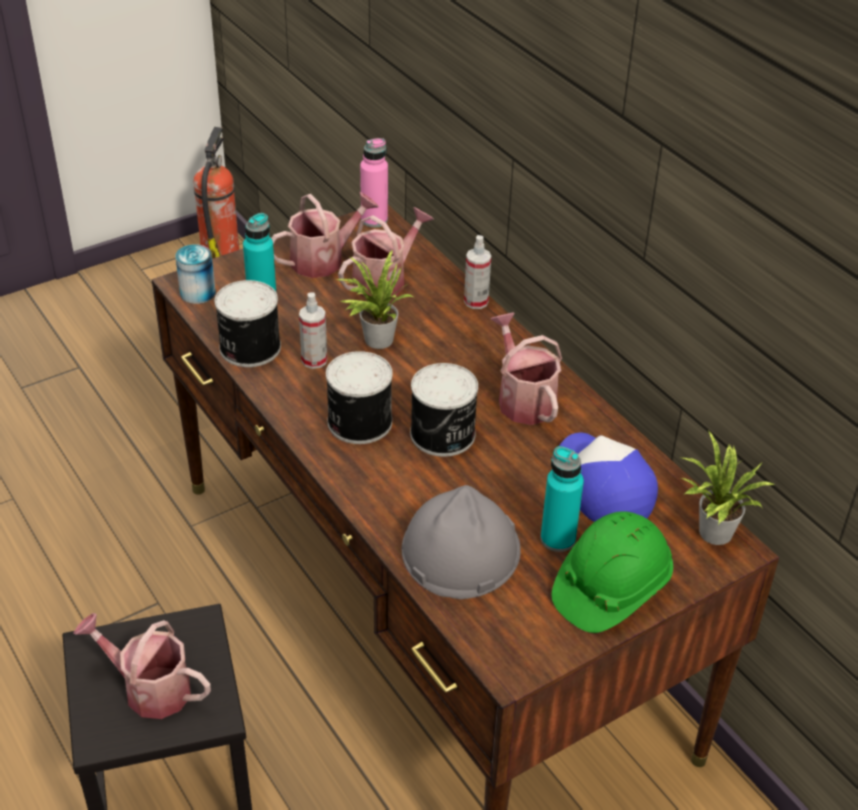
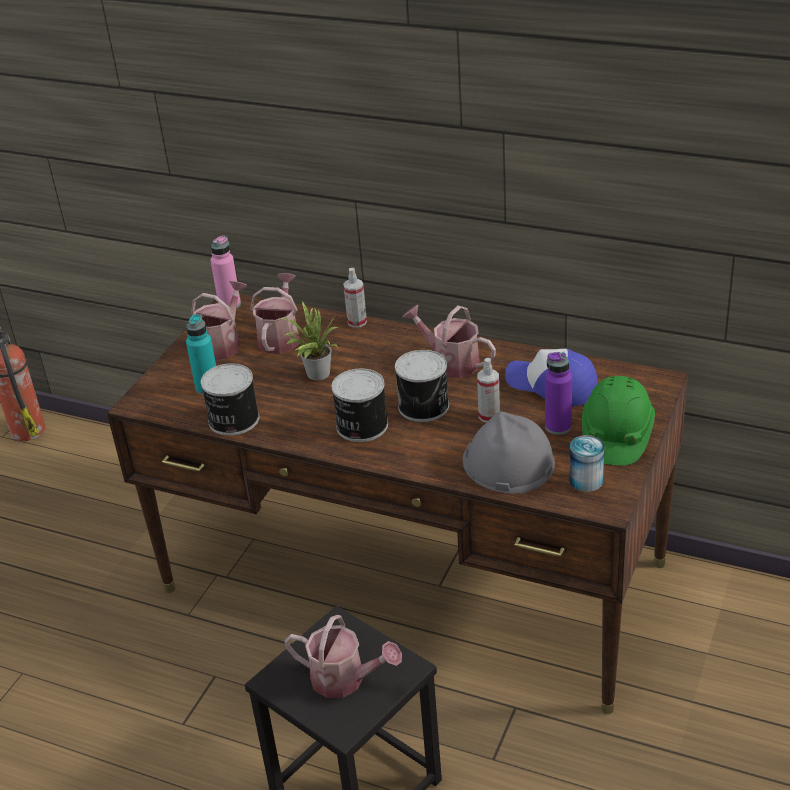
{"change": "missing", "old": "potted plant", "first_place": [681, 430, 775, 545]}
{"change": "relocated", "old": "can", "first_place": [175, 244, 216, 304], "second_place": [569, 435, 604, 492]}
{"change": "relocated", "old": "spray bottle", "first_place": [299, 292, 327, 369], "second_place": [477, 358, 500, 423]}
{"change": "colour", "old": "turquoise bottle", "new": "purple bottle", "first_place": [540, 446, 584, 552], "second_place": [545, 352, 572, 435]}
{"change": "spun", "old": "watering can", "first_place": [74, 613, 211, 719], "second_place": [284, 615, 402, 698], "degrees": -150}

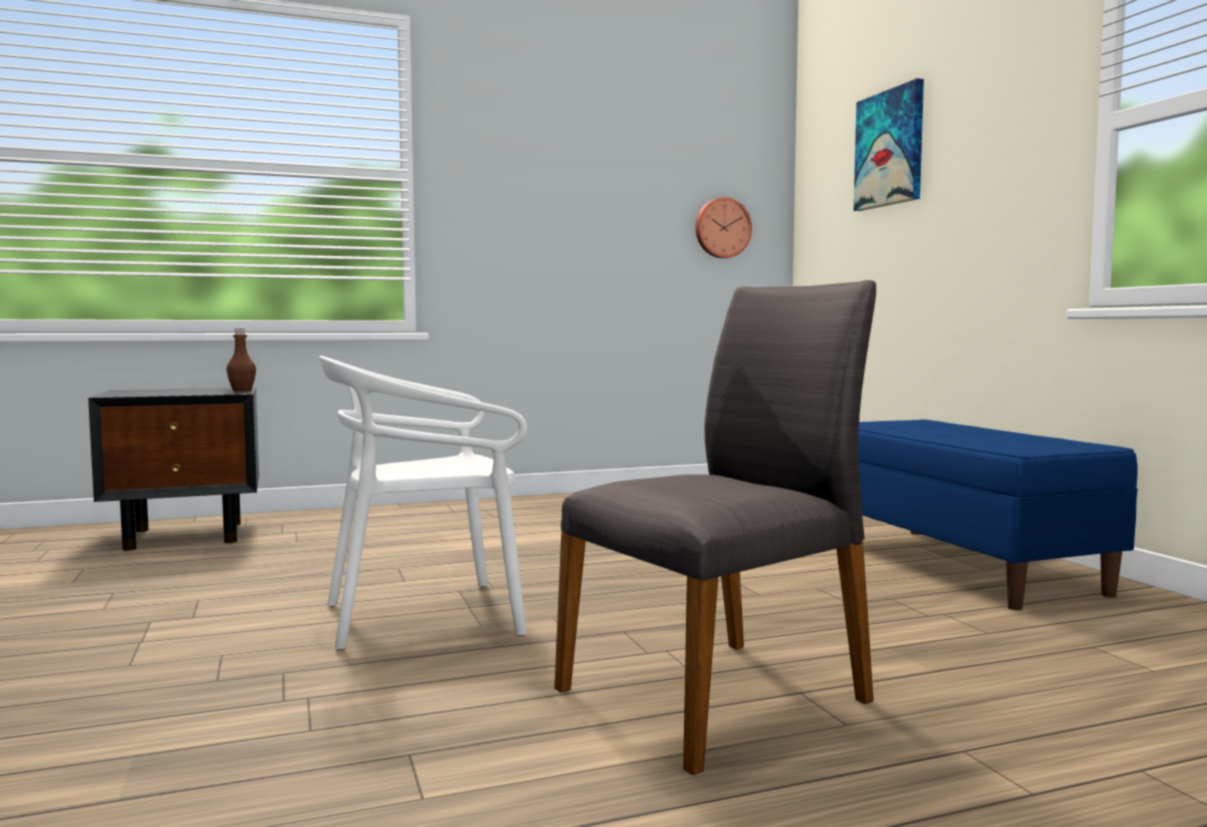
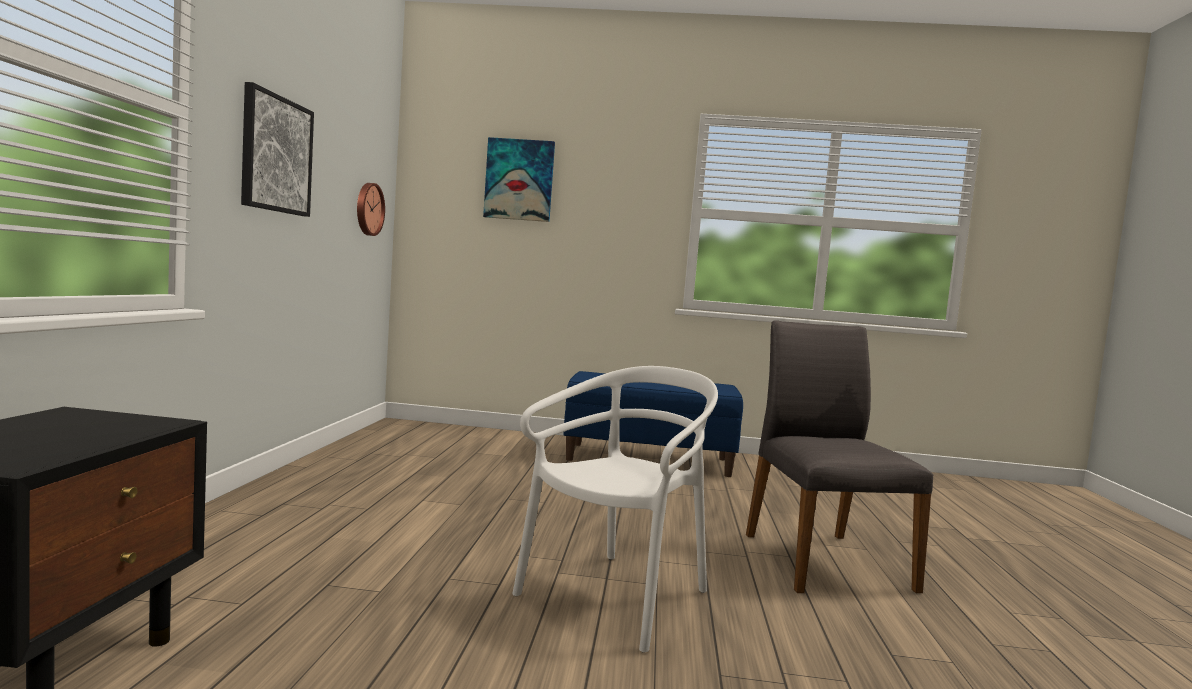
{"change": "missing", "old": "brown bottle", "first_place": [226, 329, 256, 391]}
{"change": "appeared", "new": "picture", "second_place": [241, 82, 314, 217]}
{"change": "spun", "old": "white chair", "first_place": [319, 356, 527, 650], "second_place": [512, 366, 718, 653], "degrees": -150}

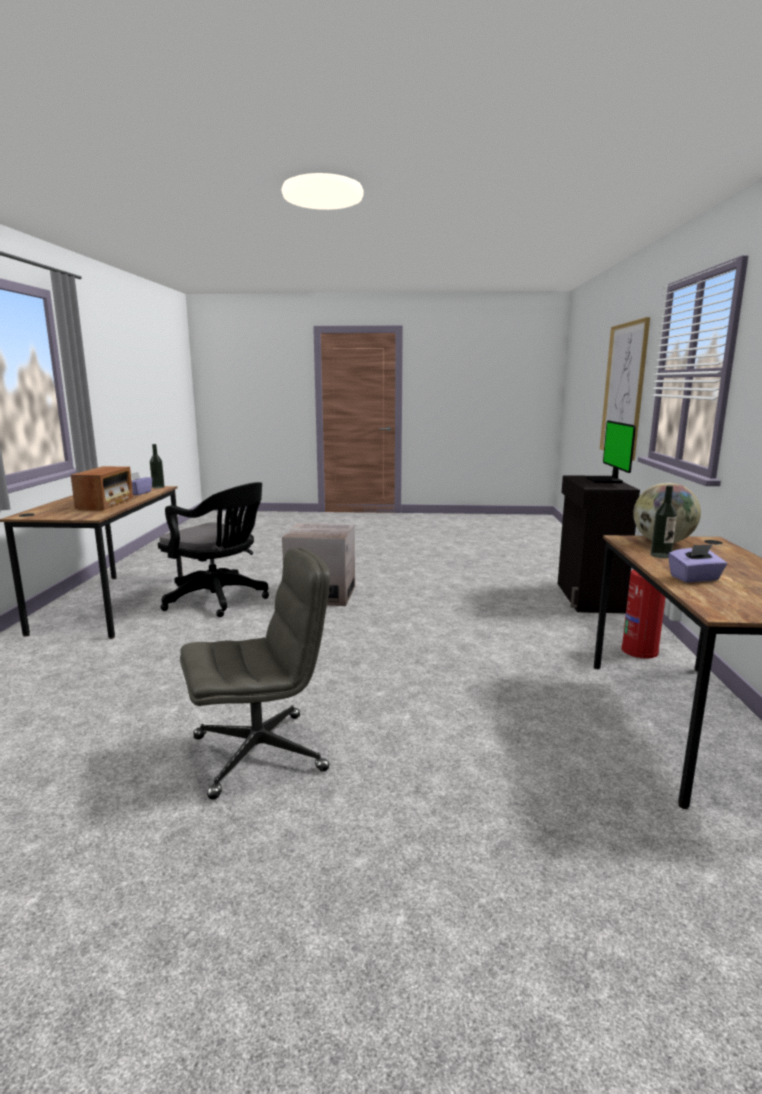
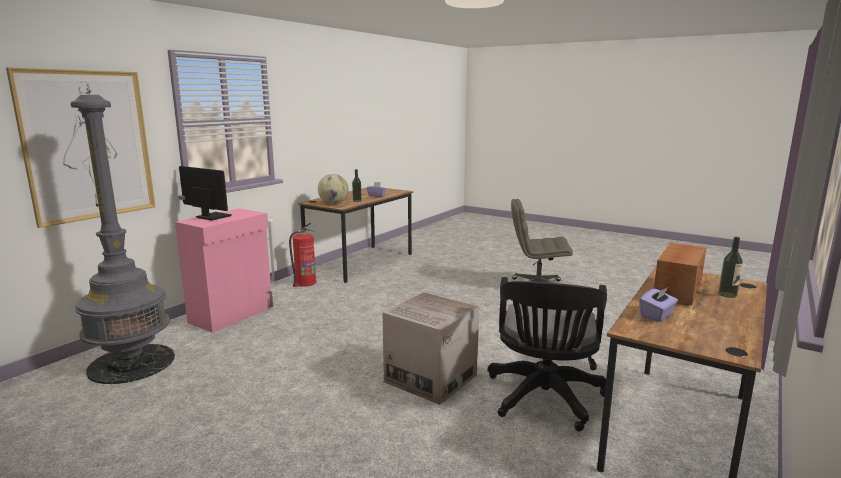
{"change": "appeared", "new": "grey floor lamp", "second_place": [71, 95, 175, 384]}
{"change": "relocated", "old": "bottle", "first_place": [150, 444, 165, 488], "second_place": [718, 237, 743, 298]}
{"change": "colour", "old": "black cabinet", "new": "pink cabinet", "first_place": [558, 475, 640, 613], "second_place": [175, 208, 273, 333]}
{"change": "spun", "old": "black office chair", "first_place": [158, 482, 269, 617], "second_place": [488, 277, 607, 431], "degrees": -135}
{"change": "spun", "old": "monitor", "first_place": [586, 420, 636, 483], "second_place": [179, 166, 232, 221], "degrees": -90}

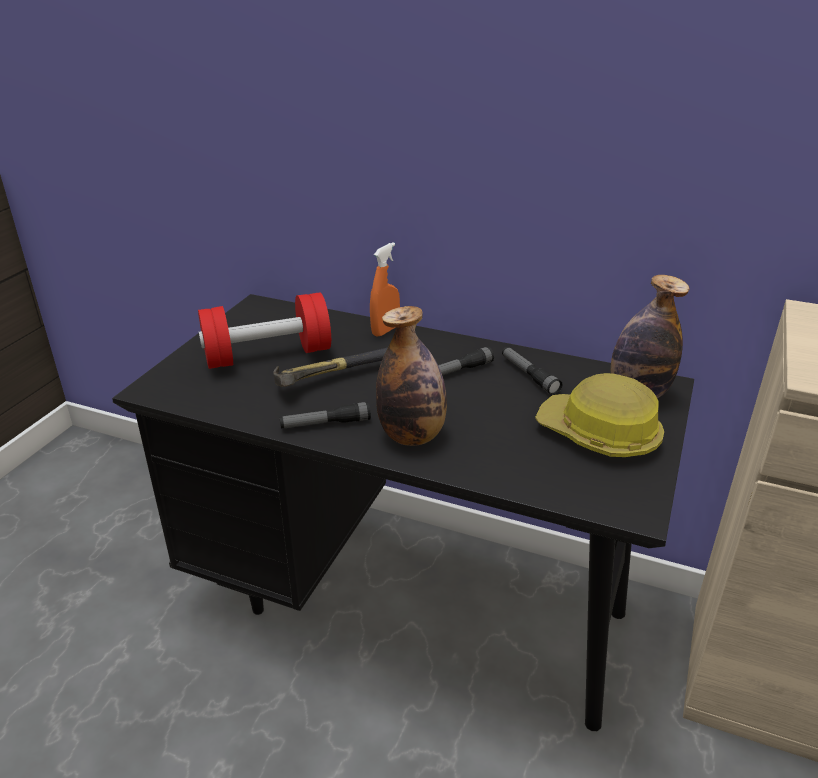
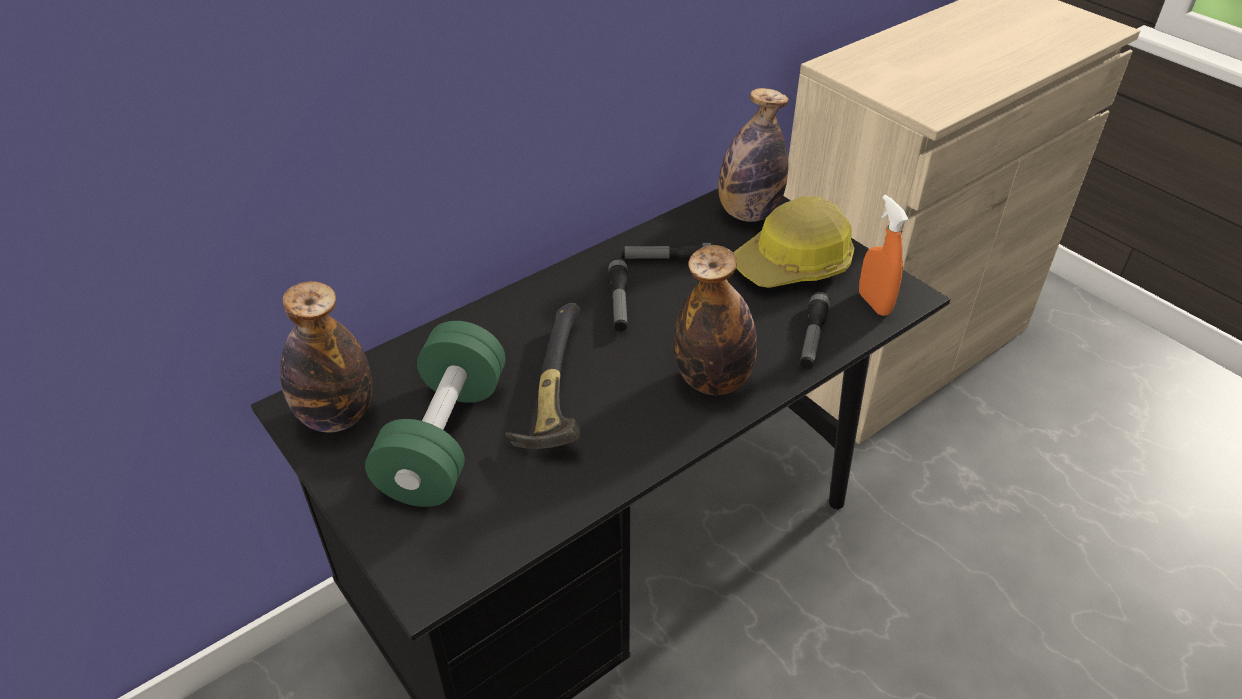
{"change": "appeared", "new": "bottle", "second_place": [280, 281, 372, 433]}
{"change": "relocated", "old": "flashlight", "first_place": [280, 402, 371, 428], "second_place": [800, 292, 830, 369]}
{"change": "relocated", "old": "orange spray bottle", "first_place": [370, 242, 400, 337], "second_place": [859, 195, 909, 316]}
{"change": "colour", "old": "red dumbbell", "new": "green dumbbell", "first_place": [198, 292, 331, 369], "second_place": [365, 321, 505, 507]}

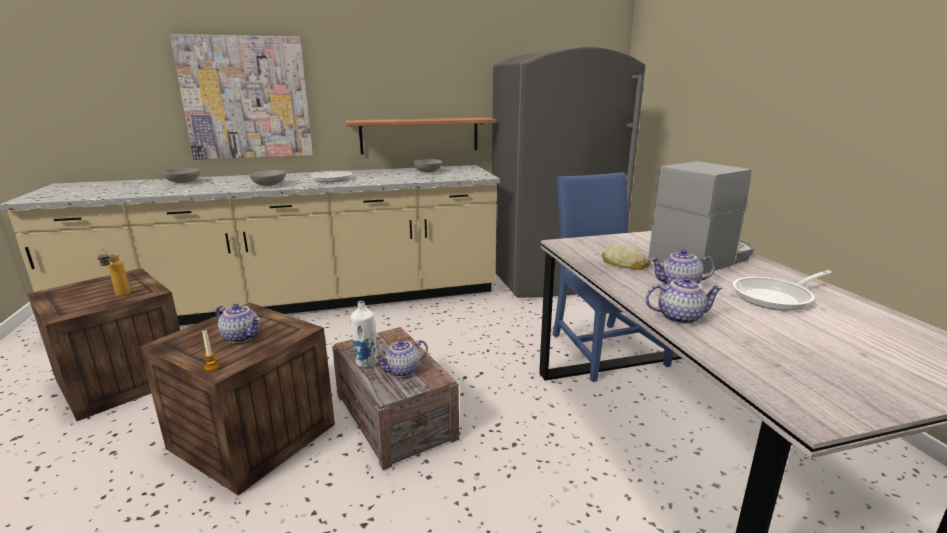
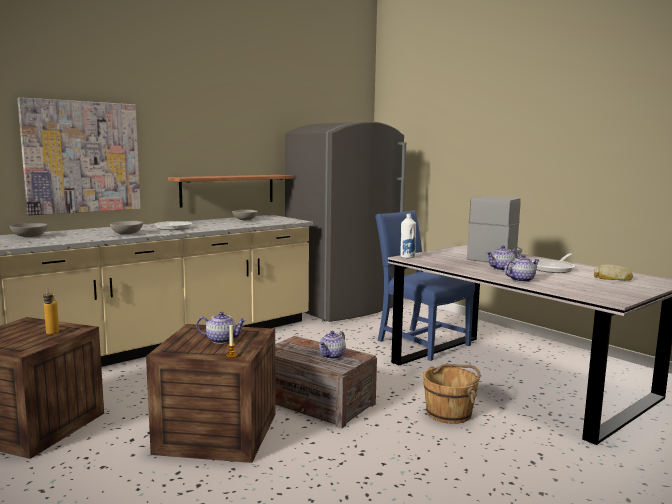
{"change": "appeared", "new": "brown bucket", "second_place": [423, 364, 481, 424]}
{"change": "relocated", "old": "white bottle", "first_place": [350, 301, 378, 367], "second_place": [400, 214, 416, 258]}
{"change": "relocated", "old": "bread", "first_place": [602, 244, 651, 270], "second_place": [594, 265, 633, 281]}

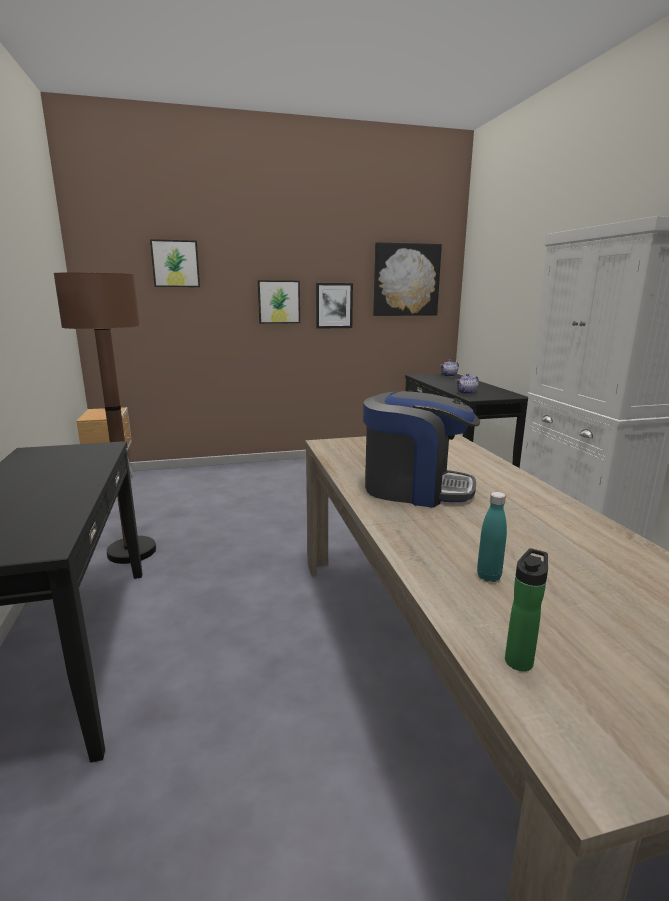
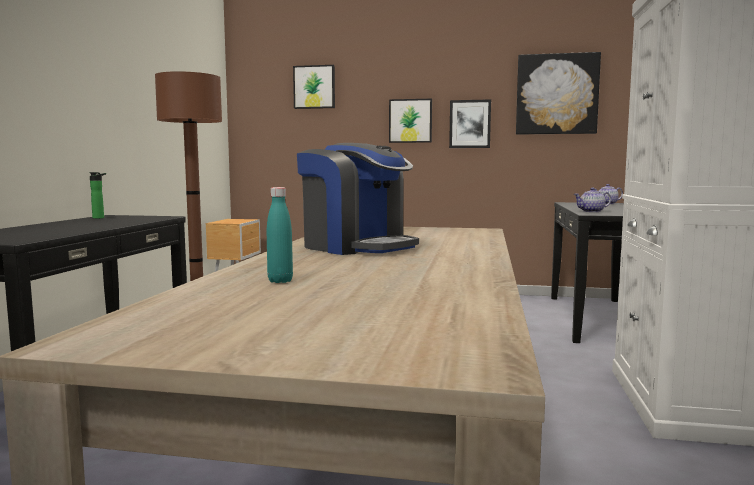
{"change": "relocated", "old": "bottle", "first_place": [505, 548, 548, 671], "second_place": [89, 172, 106, 219]}

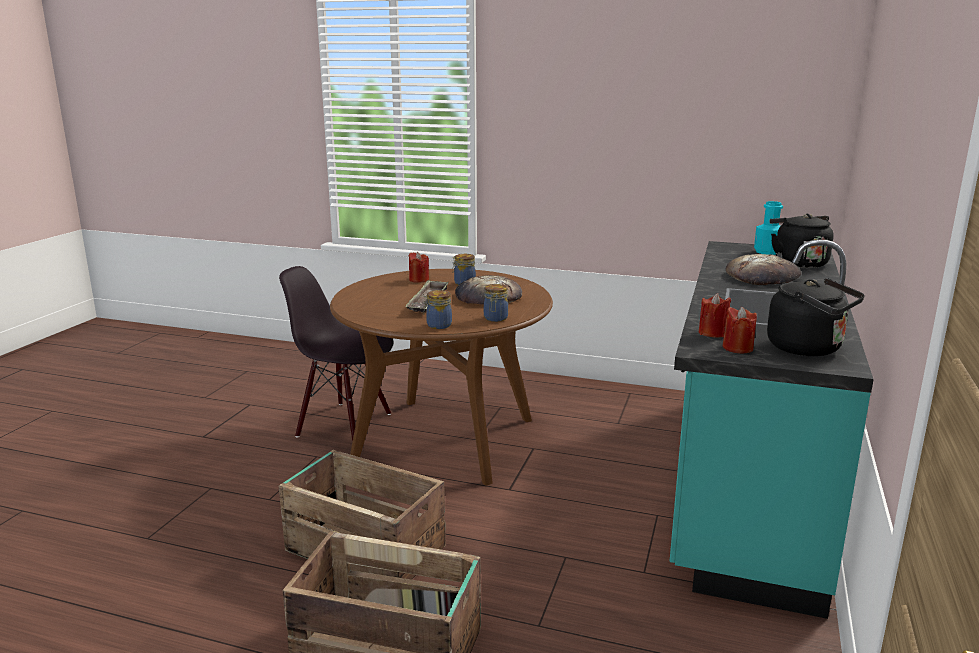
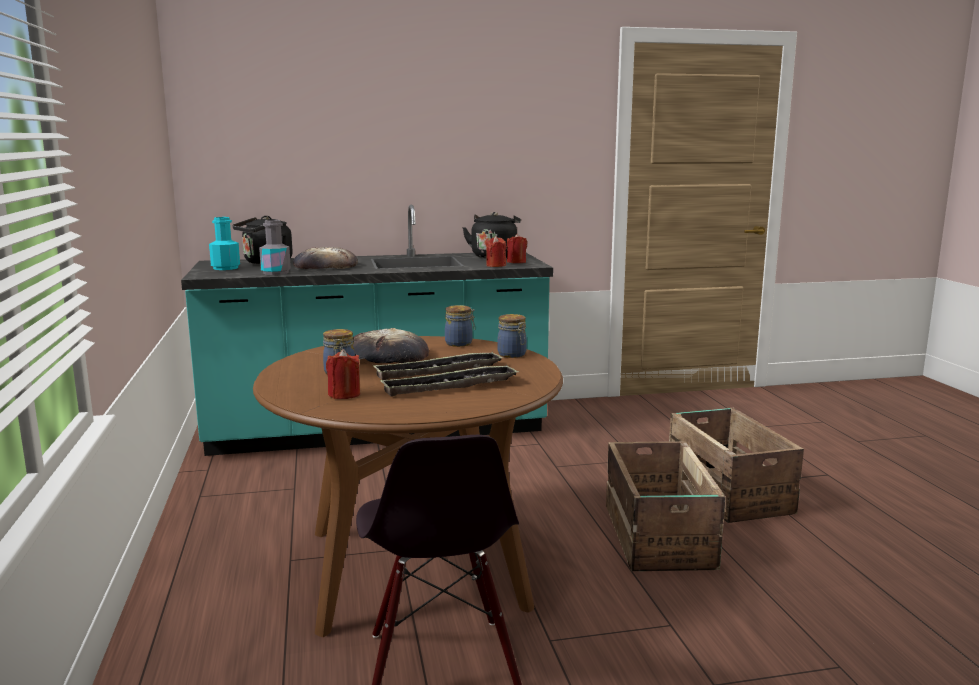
{"change": "appeared", "new": "grey bottle", "second_place": [259, 220, 291, 275]}
{"change": "appeared", "new": "tray", "second_place": [380, 365, 518, 397]}

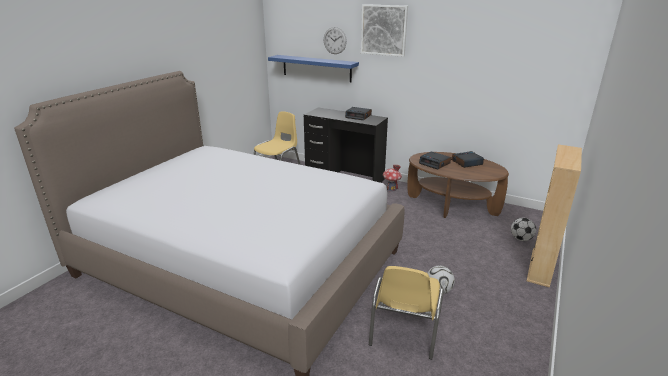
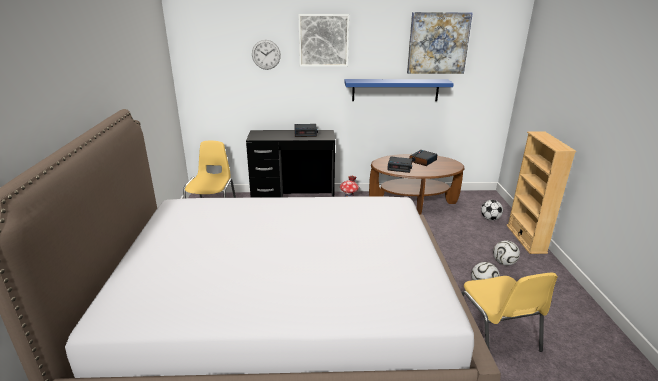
{"change": "appeared", "new": "picture", "second_place": [407, 12, 473, 74]}
{"change": "appeared", "new": "football", "second_place": [493, 241, 520, 265]}
{"change": "relocated", "old": "blue shelf", "first_place": [268, 55, 359, 82], "second_place": [345, 79, 454, 101]}

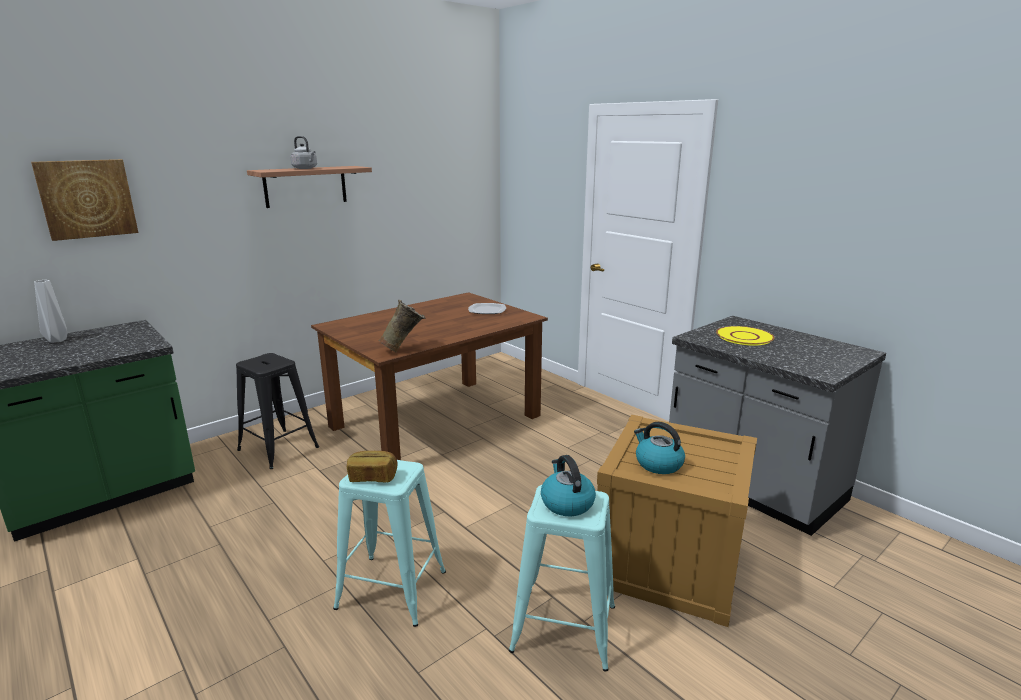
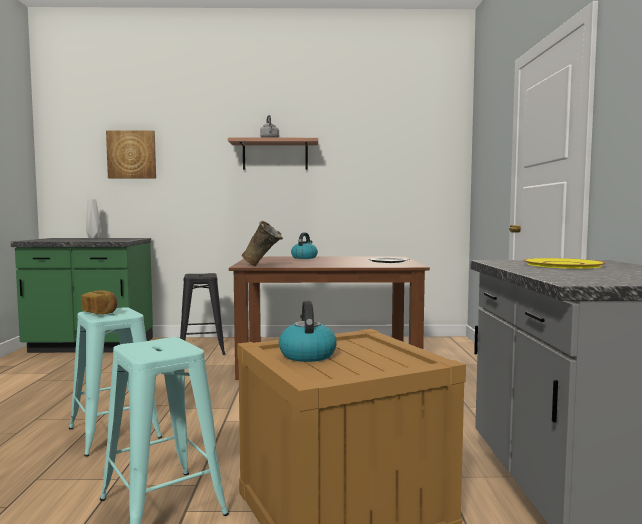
{"change": "relocated", "old": "kettle", "first_place": [541, 455, 596, 516], "second_place": [291, 233, 318, 259]}

